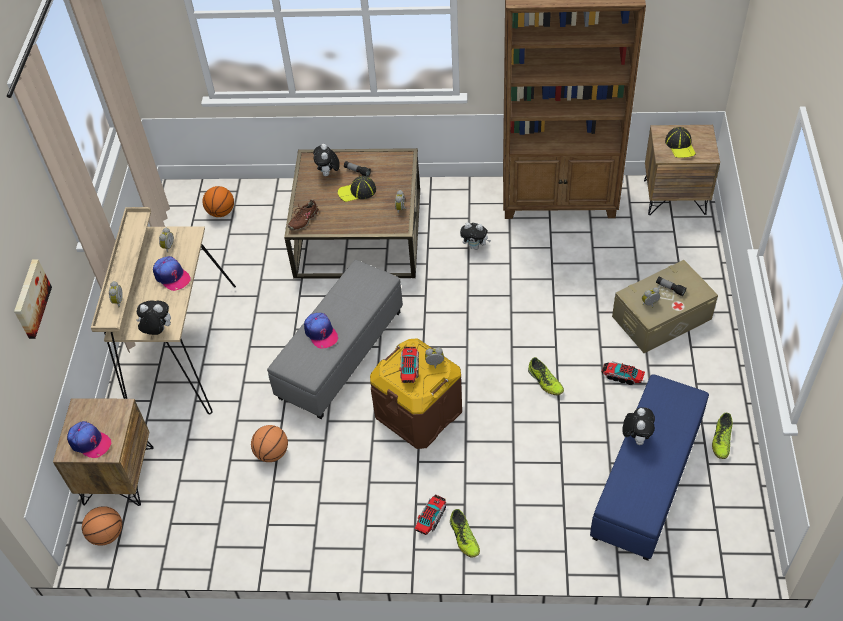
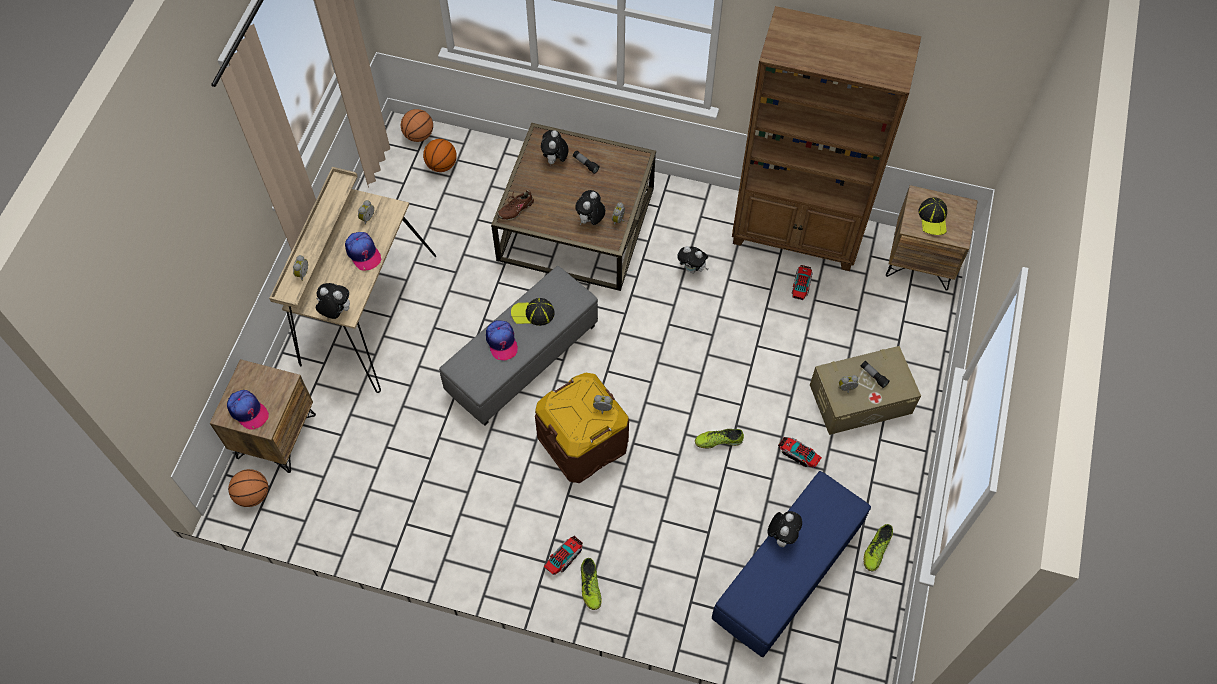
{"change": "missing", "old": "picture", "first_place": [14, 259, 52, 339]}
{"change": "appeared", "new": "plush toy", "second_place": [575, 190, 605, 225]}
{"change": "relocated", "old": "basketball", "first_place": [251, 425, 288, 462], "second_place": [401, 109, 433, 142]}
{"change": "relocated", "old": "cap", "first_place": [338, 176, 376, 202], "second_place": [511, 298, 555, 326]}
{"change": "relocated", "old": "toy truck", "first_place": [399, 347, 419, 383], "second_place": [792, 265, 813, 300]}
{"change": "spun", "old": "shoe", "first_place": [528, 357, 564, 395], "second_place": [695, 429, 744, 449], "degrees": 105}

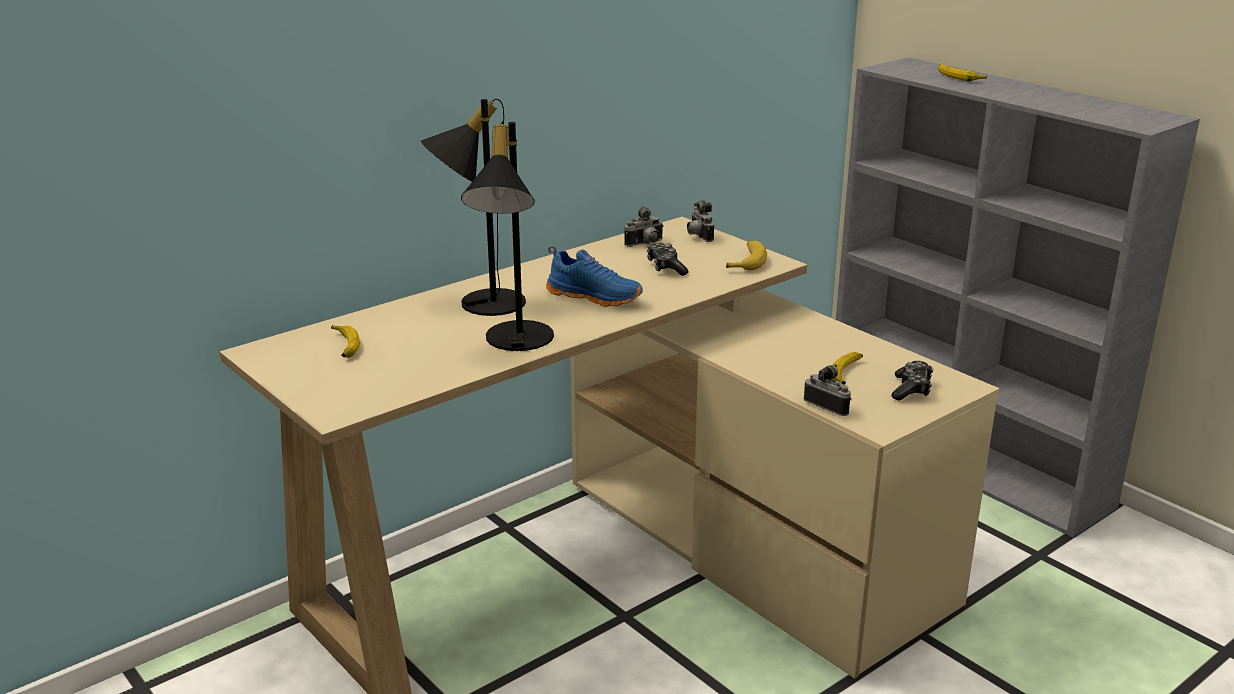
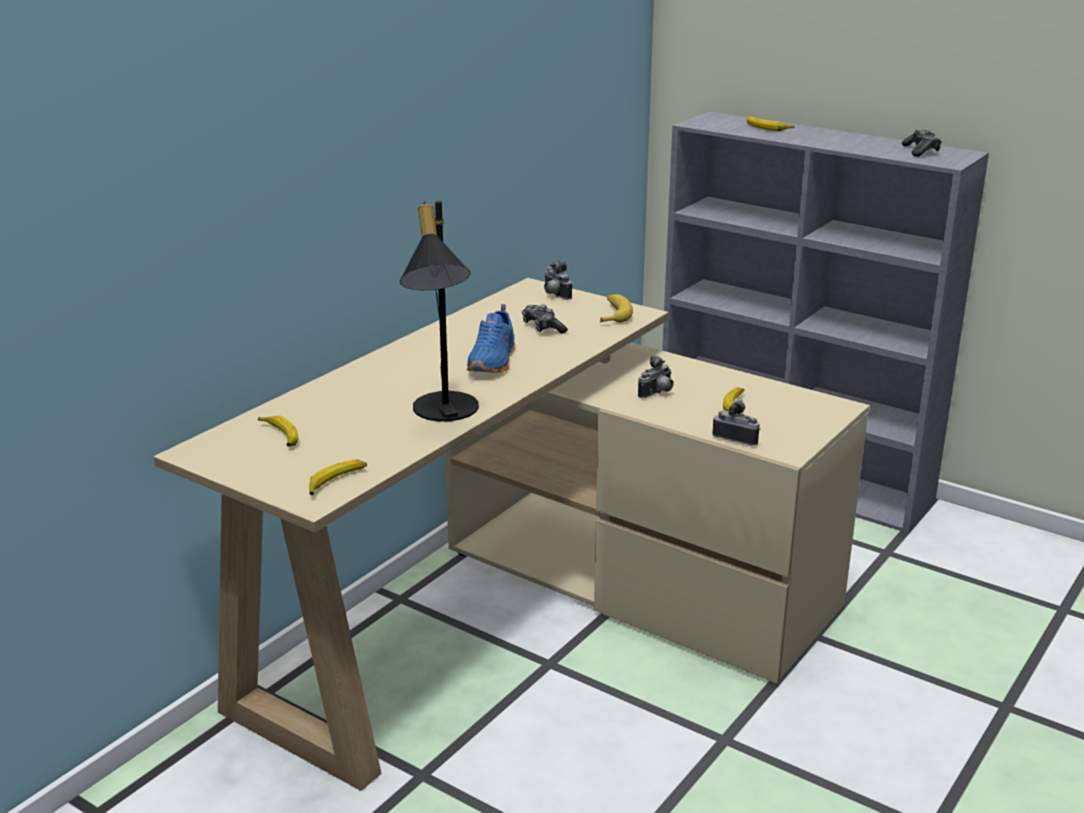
{"change": "missing", "old": "black table lamp", "first_place": [421, 99, 526, 316]}
{"change": "appeared", "new": "banana", "second_place": [309, 459, 367, 495]}
{"change": "relocated", "old": "photo camera", "first_place": [624, 206, 664, 247], "second_place": [638, 355, 673, 398]}
{"change": "relocated", "old": "game controller", "first_place": [891, 361, 933, 401], "second_place": [902, 129, 942, 157]}
{"change": "spun", "old": "blue shoe", "first_place": [546, 246, 643, 307], "second_place": [467, 304, 515, 373], "degrees": 90}

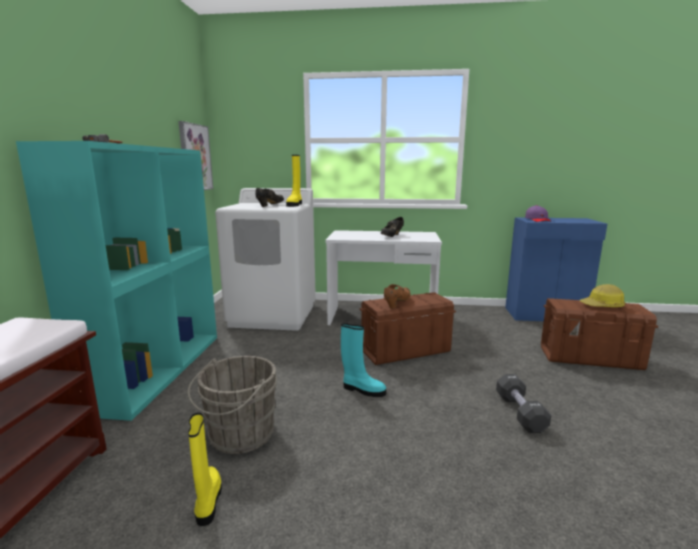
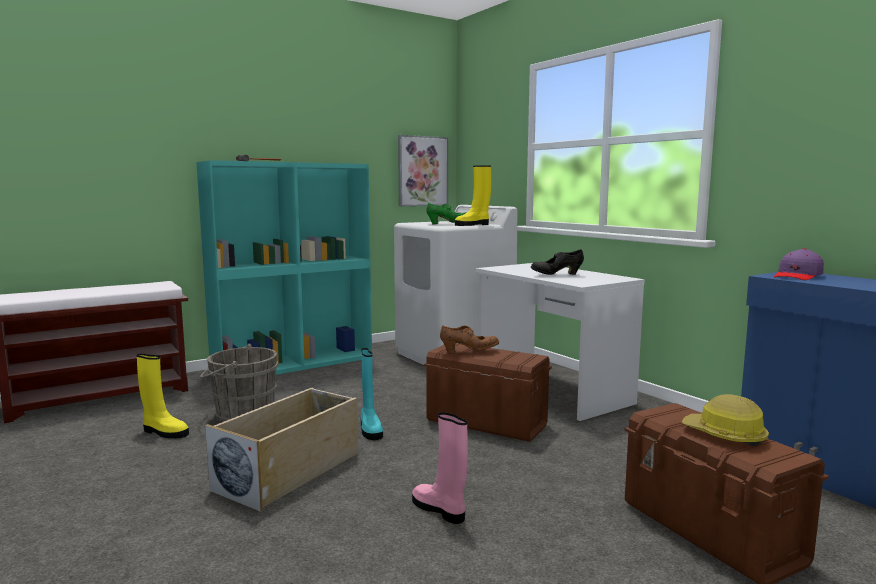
{"change": "appeared", "new": "beige storage box", "second_place": [205, 388, 358, 512]}
{"change": "exchanged", "old": "black dumbbell", "new": "pink boot", "first_place": [496, 374, 551, 433], "second_place": [412, 412, 468, 524]}
{"change": "colour", "old": "black shoe", "new": "green shoe", "first_place": [255, 188, 284, 207], "second_place": [426, 203, 467, 224]}
{"change": "spun", "old": "yellow boot", "first_place": [188, 413, 222, 526], "second_place": [136, 354, 189, 438], "degrees": 75}

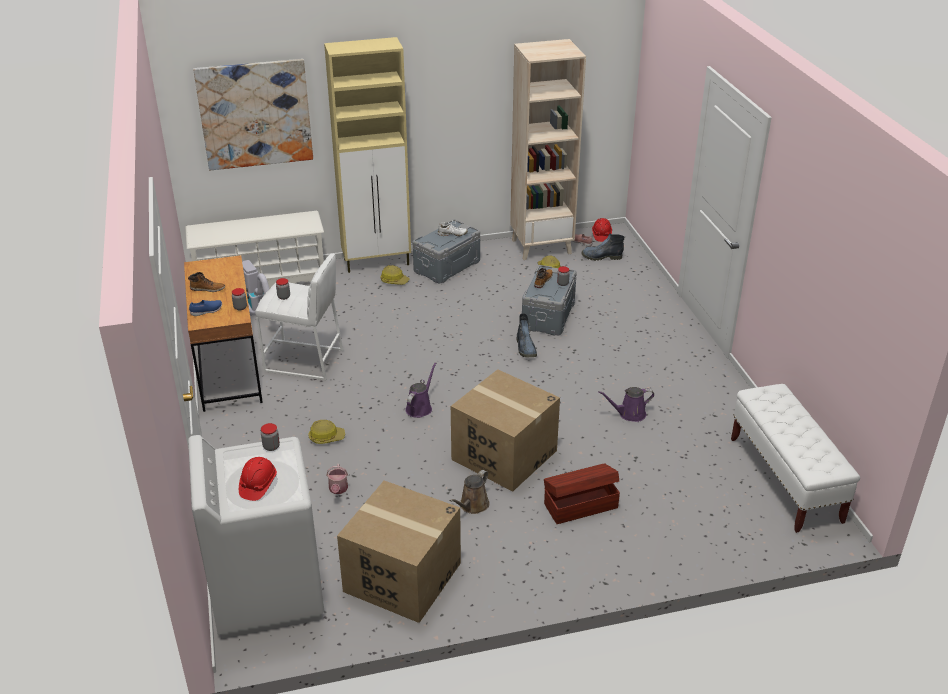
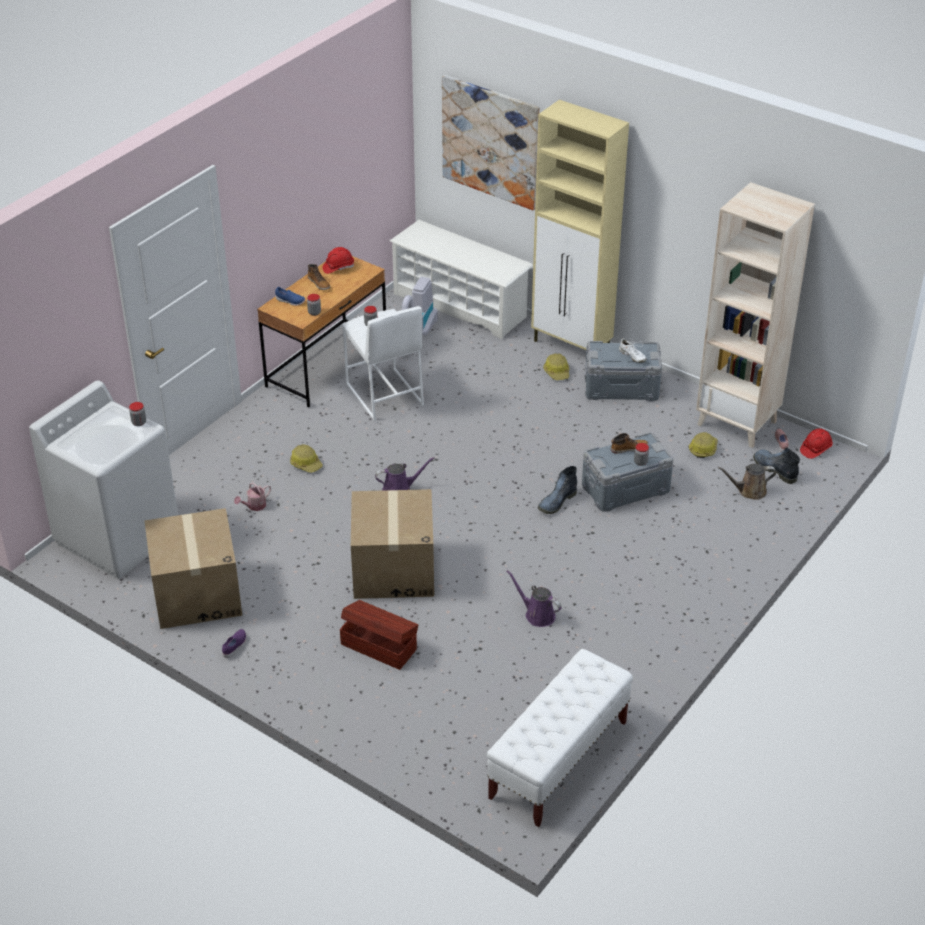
{"change": "appeared", "new": "purple shoe", "second_place": [222, 629, 246, 658]}
{"change": "relocated", "old": "red hard hat", "first_place": [239, 457, 277, 501], "second_place": [322, 247, 354, 274]}
{"change": "relocated", "old": "brown watering can", "first_place": [450, 470, 490, 514], "second_place": [718, 464, 776, 500]}

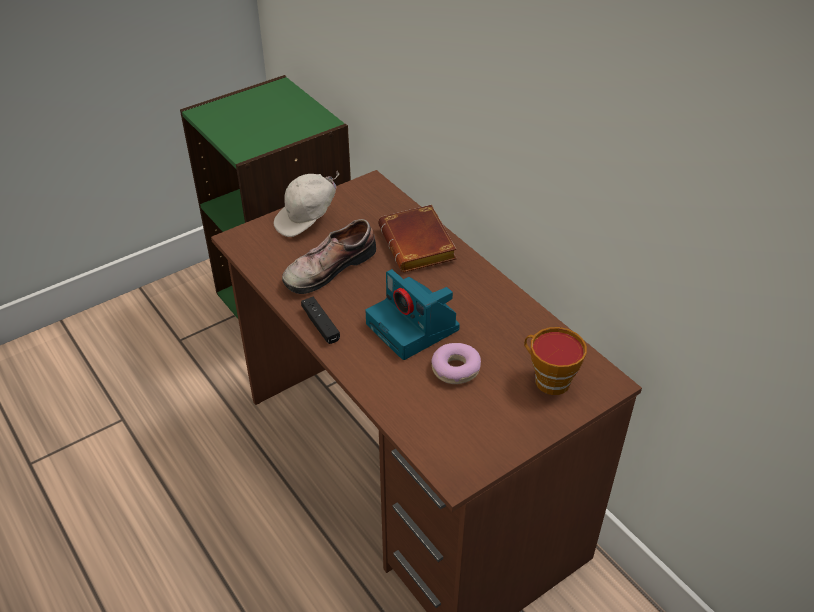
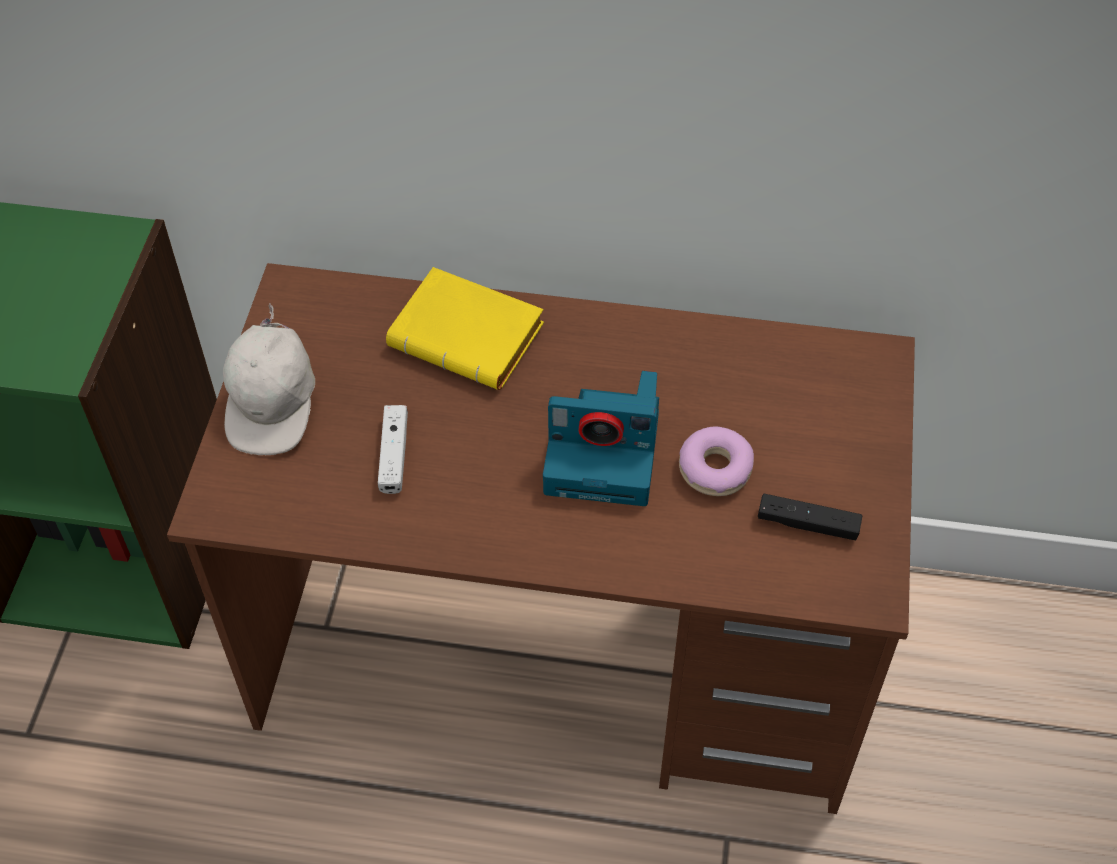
{"change": "missing", "old": "cup", "first_place": [524, 327, 587, 395]}
{"change": "relocated", "old": "black game controller", "first_place": [301, 297, 340, 344], "second_place": [758, 494, 862, 540]}
{"change": "exchanged", "old": "shoe", "new": "white game controller", "first_place": [282, 219, 376, 294], "second_place": [378, 405, 408, 494]}
{"change": "colour", "old": "brown book", "new": "yellow book", "first_place": [378, 205, 457, 272], "second_place": [386, 267, 544, 390]}

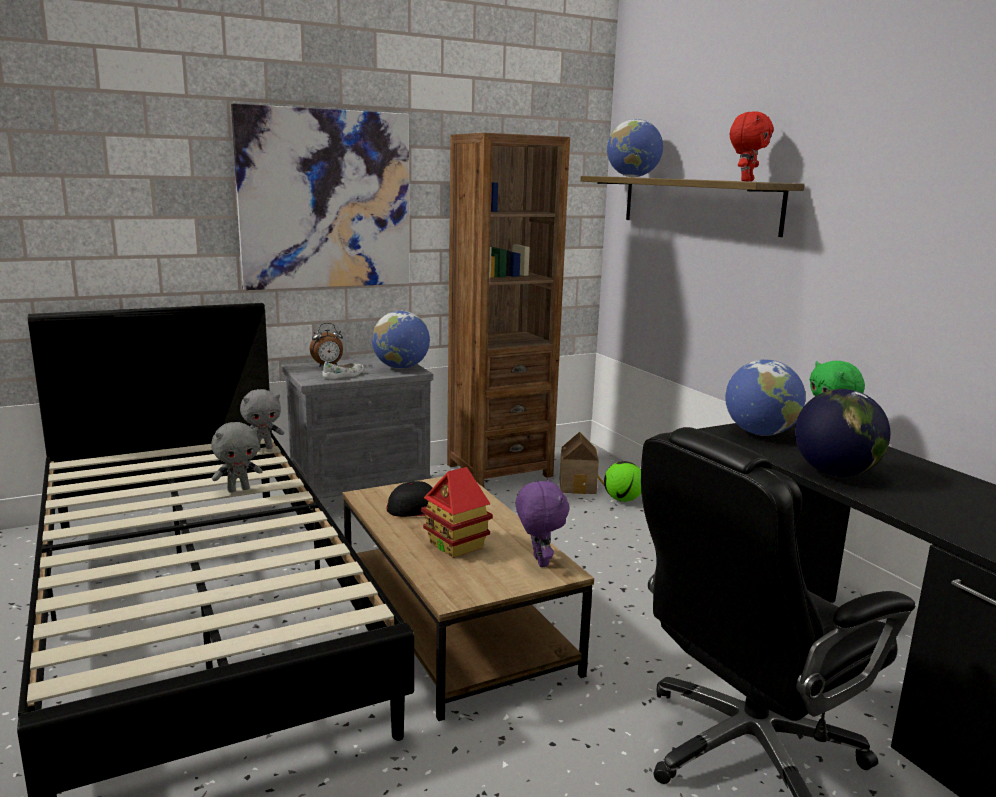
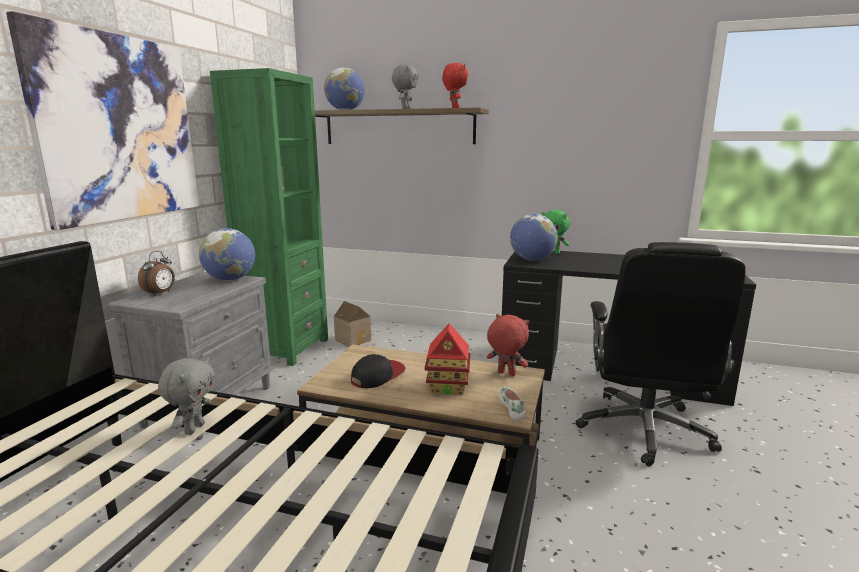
{"change": "missing", "old": "football", "first_place": [604, 461, 641, 502]}
{"change": "missing", "old": "globe", "first_place": [795, 389, 890, 477]}
{"change": "relocated", "old": "grey plush toy", "first_place": [240, 389, 284, 451], "second_place": [392, 64, 418, 109]}
{"change": "relocated", "old": "white shoe", "first_place": [323, 361, 364, 380], "second_place": [499, 386, 526, 420]}
{"change": "colour", "old": "brown bookcase", "new": "green bookcase", "first_place": [447, 133, 570, 488], "second_place": [210, 68, 328, 366]}
{"change": "colour", "old": "purple plush toy", "new": "red plush toy", "first_place": [516, 478, 569, 567], "second_place": [487, 314, 529, 376]}

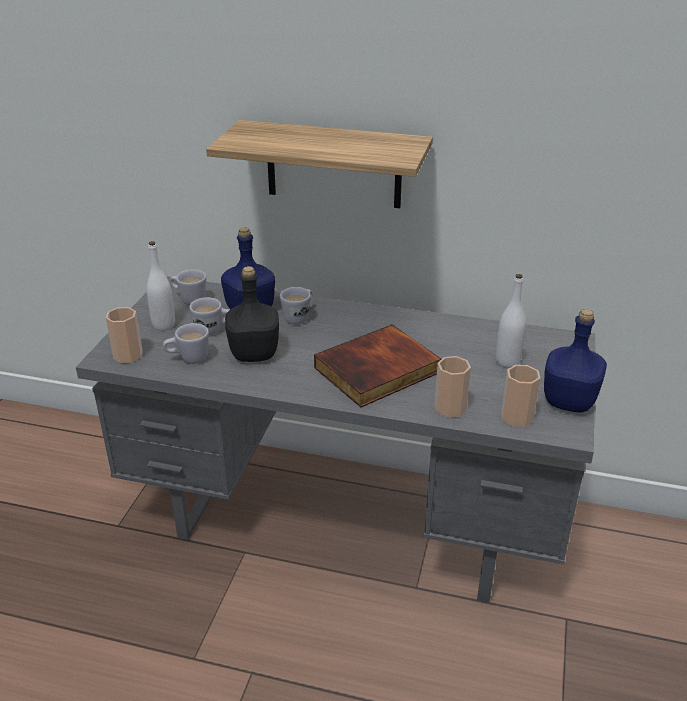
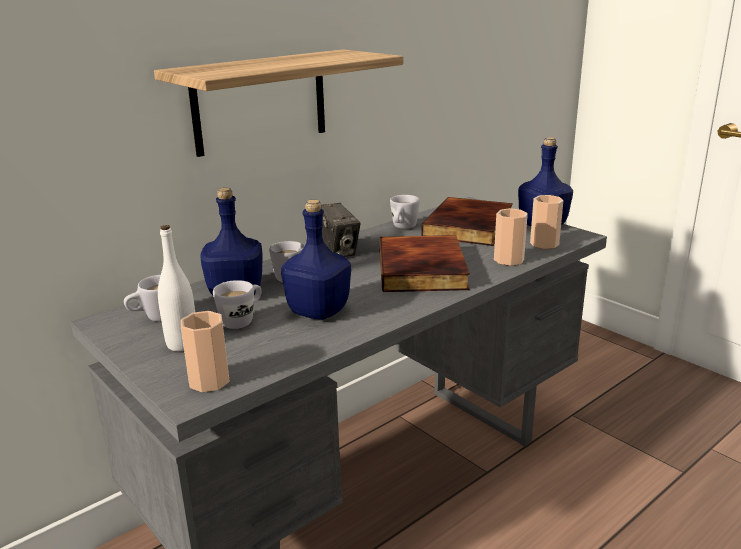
{"change": "appeared", "new": "photo camera", "second_place": [321, 203, 361, 257]}
{"change": "relocated", "old": "white mug", "first_place": [163, 323, 209, 364], "second_place": [390, 195, 420, 229]}
{"change": "exchanged", "old": "white bottle", "new": "book", "first_place": [496, 274, 526, 368], "second_place": [421, 197, 513, 246]}
{"change": "colour", "old": "black bottle", "new": "blue bottle", "first_place": [225, 266, 279, 362], "second_place": [281, 200, 351, 319]}

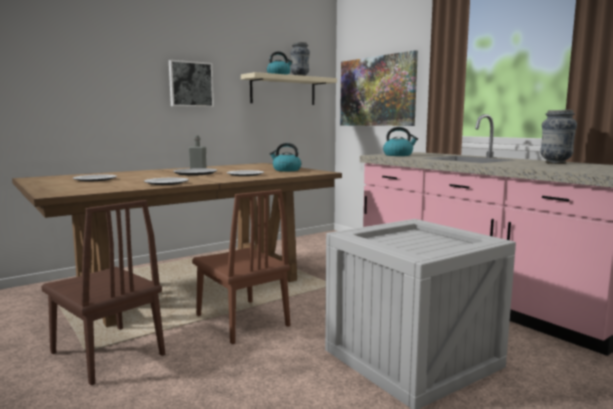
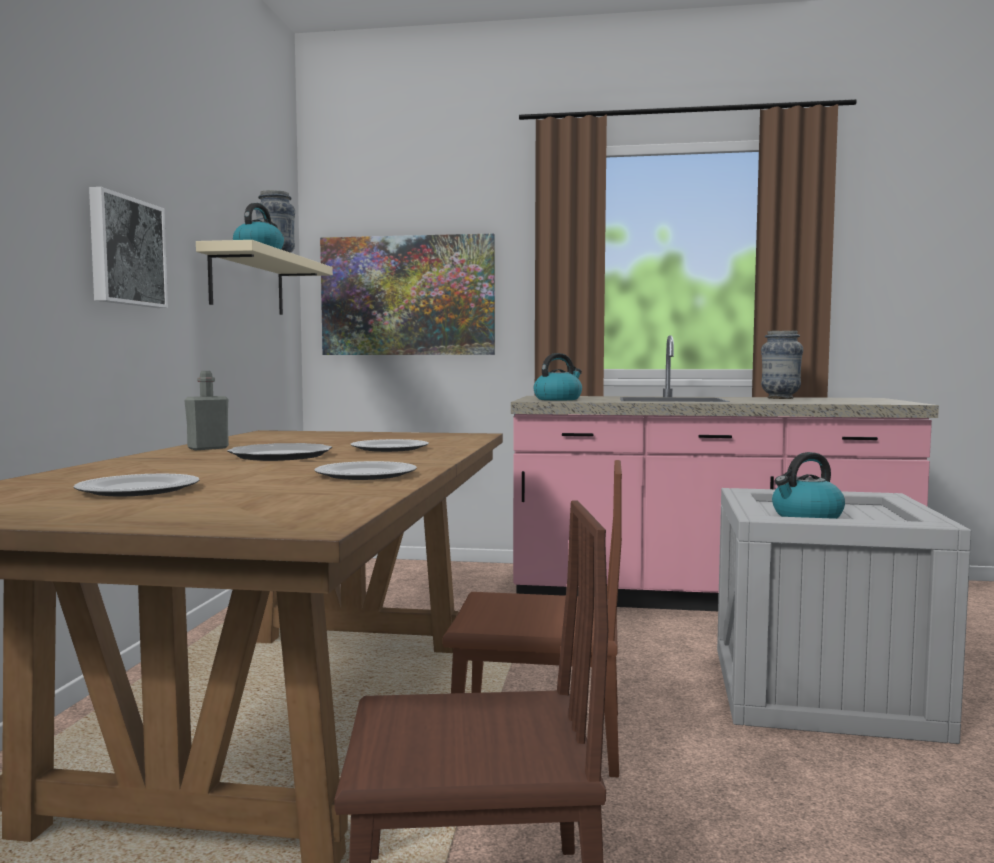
{"change": "relocated", "old": "kettle", "first_place": [270, 143, 301, 171], "second_place": [772, 452, 845, 519]}

